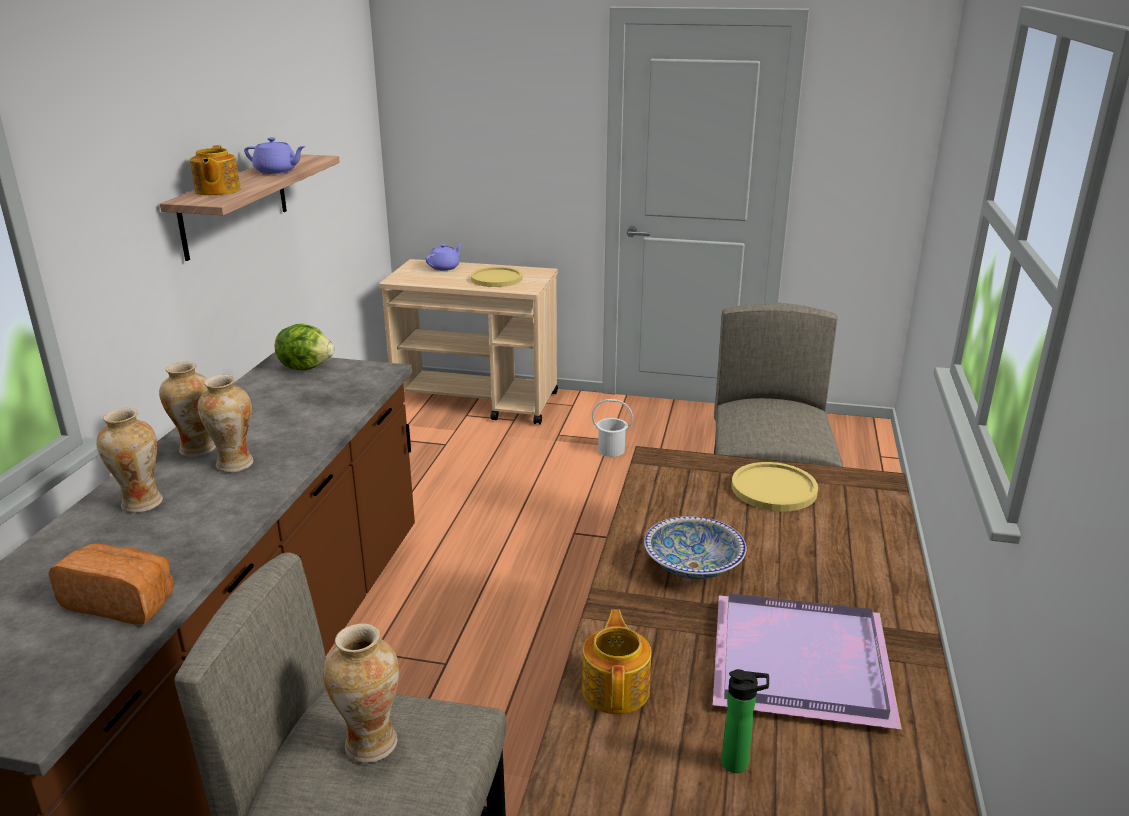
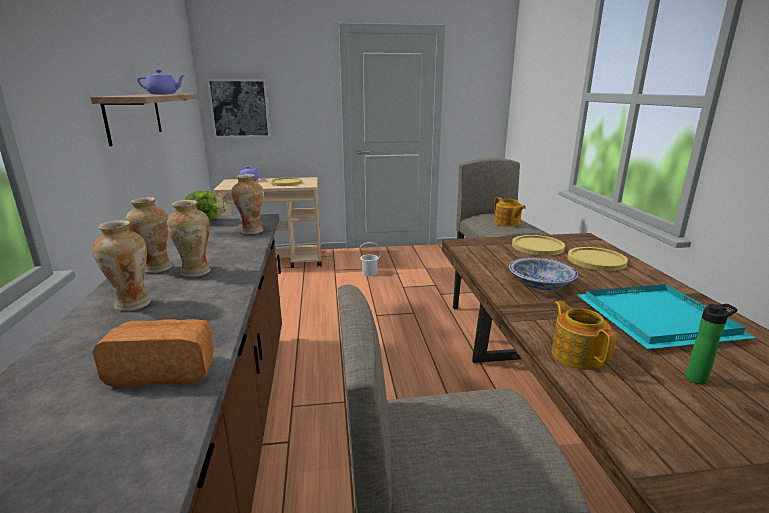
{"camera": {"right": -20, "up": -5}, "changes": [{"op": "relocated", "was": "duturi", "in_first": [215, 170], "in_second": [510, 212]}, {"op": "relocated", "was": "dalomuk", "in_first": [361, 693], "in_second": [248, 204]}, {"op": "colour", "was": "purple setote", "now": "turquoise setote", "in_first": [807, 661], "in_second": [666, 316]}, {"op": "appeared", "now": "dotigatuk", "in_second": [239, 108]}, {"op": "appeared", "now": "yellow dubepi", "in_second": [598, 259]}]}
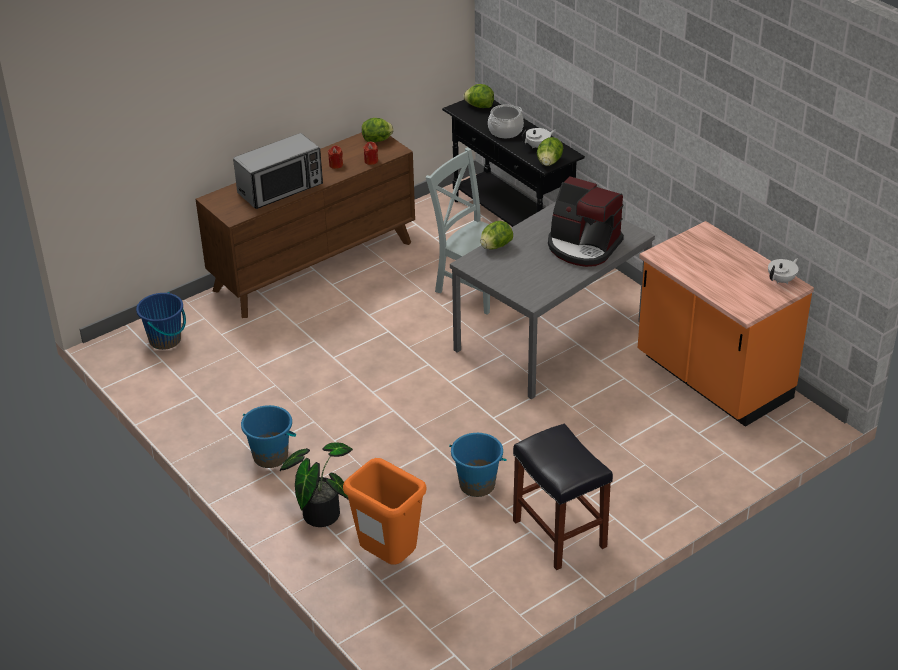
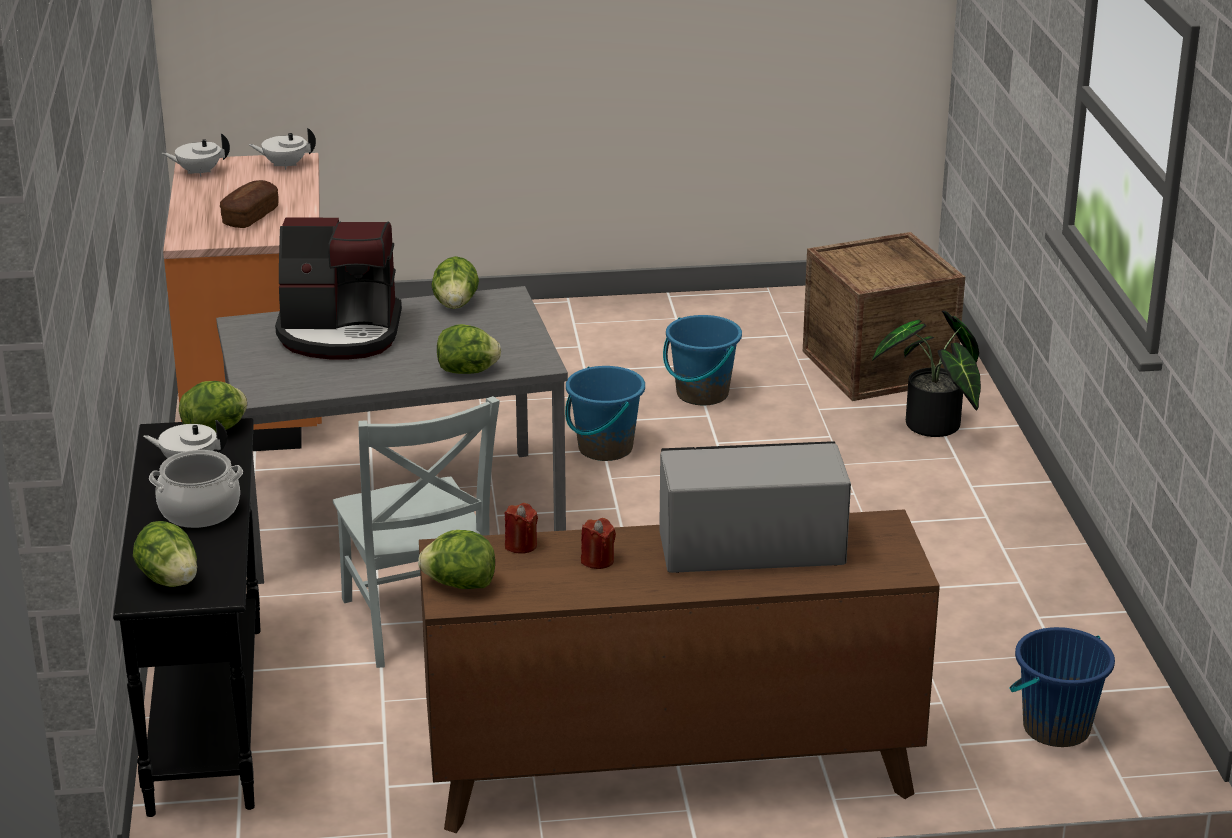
{"camera": {"right": -150, "up": -10}, "changes": [{"op": "relocated", "was": "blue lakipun", "in_first": [268, 436], "in_second": [605, 413]}, {"op": "exchanged", "was": "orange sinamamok", "now": "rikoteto", "in_first": [385, 511], "in_second": [884, 316]}, {"op": "missing", "was": "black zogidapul", "in_first": [563, 496]}, {"op": "spun", "was": "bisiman", "in_first": [586, 221], "in_second": [338, 289], "clockwise": 120}, {"op": "appeared", "now": "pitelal", "in_second": [249, 204]}, {"op": "appeared", "now": "white duturi", "in_second": [282, 149]}, {"op": "appeared", "now": "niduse", "in_second": [455, 282]}]}
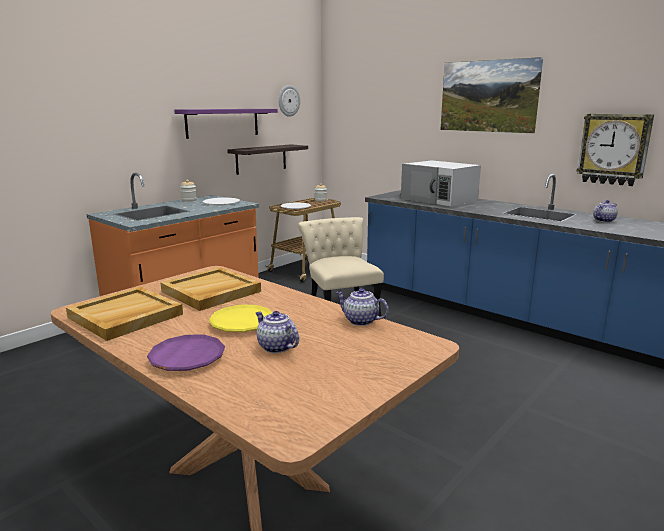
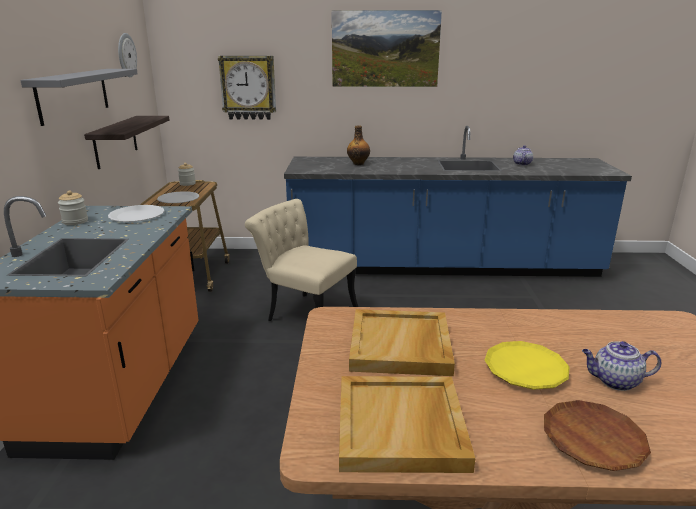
{"camera": {"right": -40, "up": 5}, "changes": [{"op": "colour", "was": "purple dubepi", "now": "brown dubepi", "in_first": [186, 353], "in_second": [597, 435]}, {"op": "colour", "was": "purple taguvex", "now": "grey taguvex", "in_first": [226, 124], "in_second": [79, 97]}, {"op": "missing", "was": "duturi", "in_first": [362, 307]}, {"op": "exchanged", "was": "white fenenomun", "now": "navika", "in_first": [441, 183], "in_second": [358, 145]}, {"op": "relocated", "was": "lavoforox", "in_first": [615, 150], "in_second": [247, 88]}]}
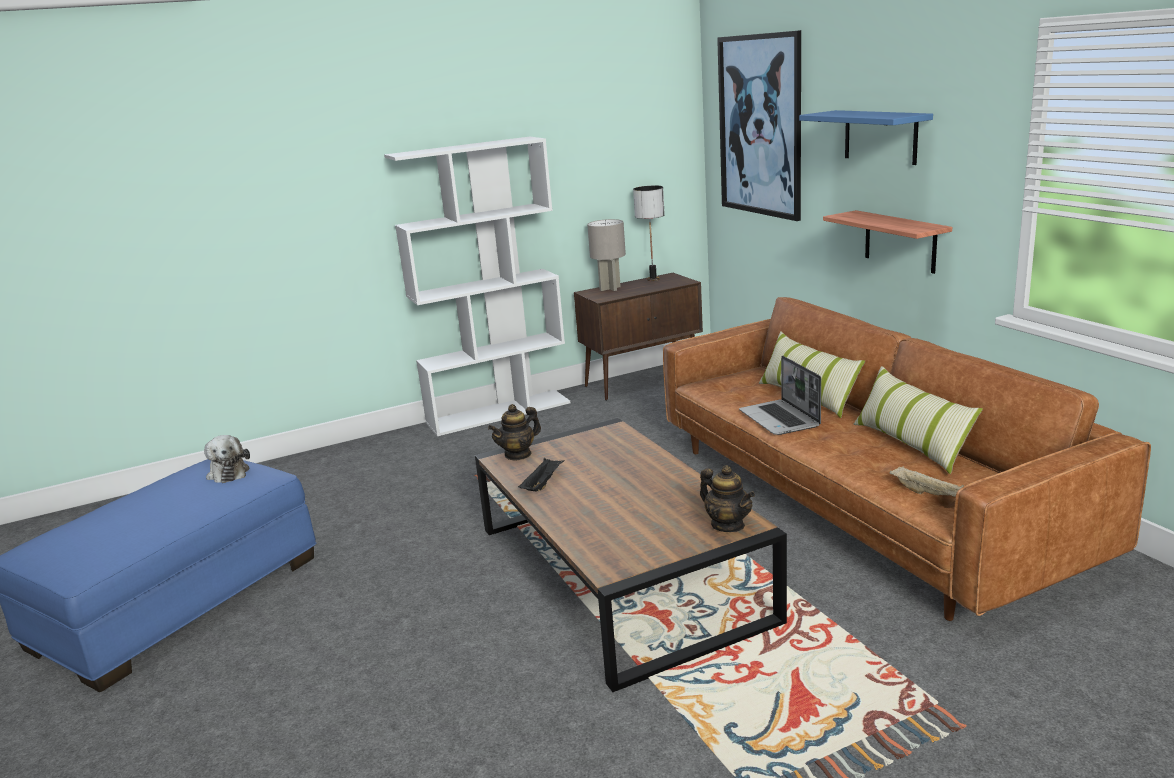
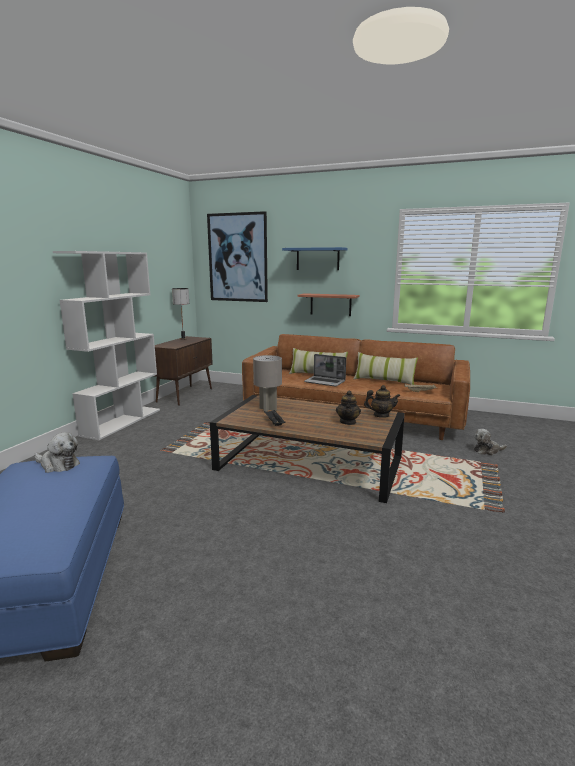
{"camera": {"right": -45, "up": -5}, "changes": [{"op": "relocated", "was": "duturi", "in_first": [514, 432], "in_second": [348, 408]}, {"op": "relocated", "was": "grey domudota", "in_first": [606, 255], "in_second": [267, 383]}, {"op": "appeared", "now": "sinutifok", "in_second": [490, 442]}]}
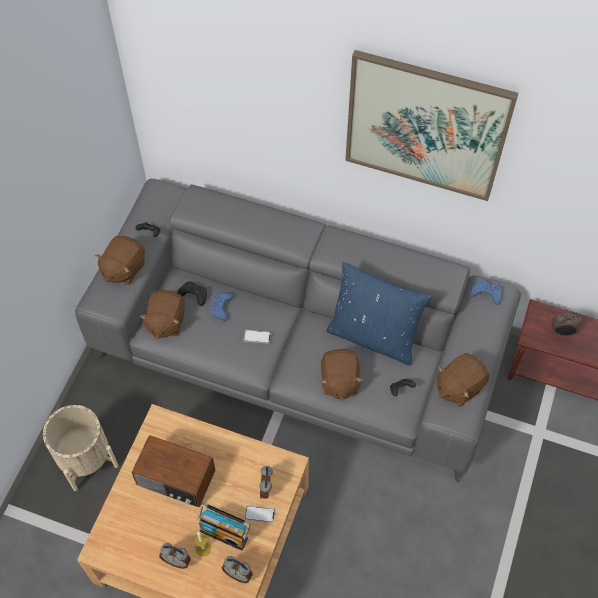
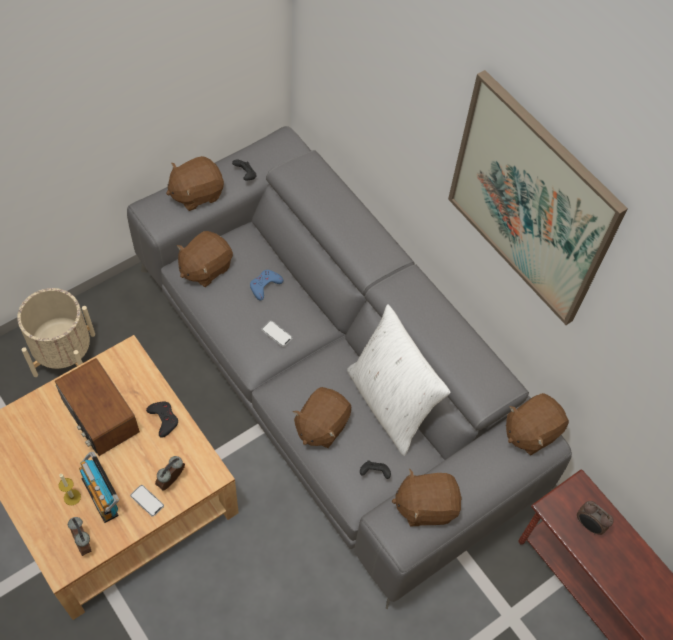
{"camera": {"right": 30, "up": 0}, "changes": [{"op": "missing", "was": "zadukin", "in_first": [175, 556]}, {"op": "relocated", "was": "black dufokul", "in_first": [192, 294], "in_second": [162, 419]}, {"op": "colour", "was": "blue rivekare", "now": "white rivekare", "in_first": [378, 314], "in_second": [398, 380]}, {"op": "exchanged", "was": "blue dufokul", "now": "brown sinutifok", "in_first": [486, 292], "in_second": [537, 424]}]}
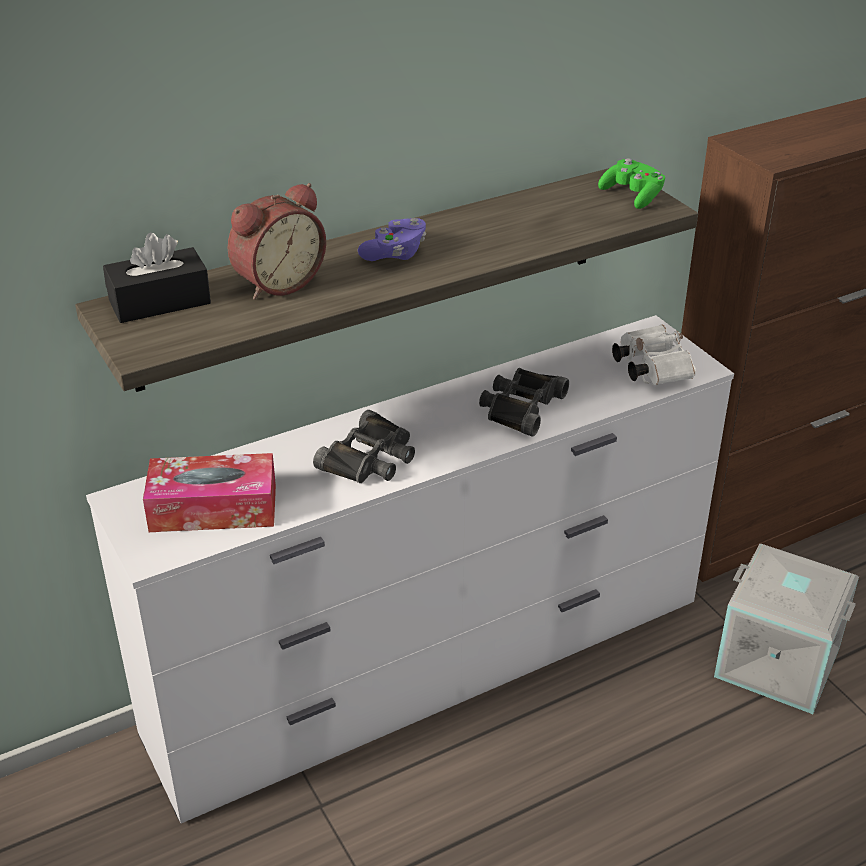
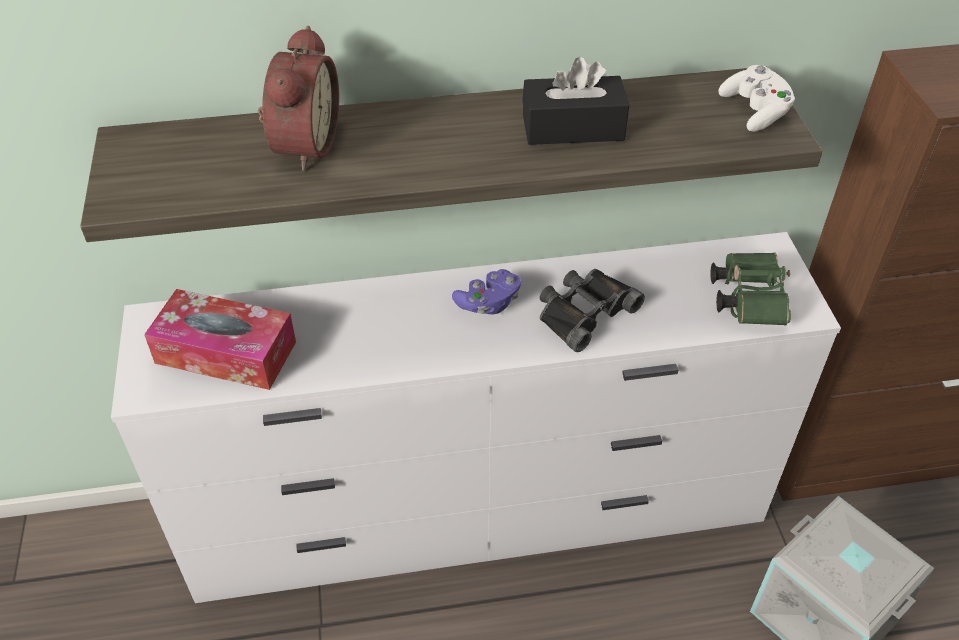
{"camera": {"right": 20, "up": 10}, "changes": [{"op": "relocated", "was": "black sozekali", "in_first": [157, 278], "in_second": [576, 101]}, {"op": "spun", "was": "zadukin", "in_first": [277, 241], "in_second": [298, 98], "clockwise": -60}, {"op": "missing", "was": "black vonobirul", "in_first": [364, 446]}, {"op": "relocated", "was": "purple dufokul", "in_first": [392, 239], "in_second": [486, 291]}, {"op": "colour", "was": "green dufokul", "now": "white dufokul", "in_first": [631, 183], "in_second": [757, 98]}, {"op": "colour", "was": "white vonobirul", "now": "green vonobirul", "in_first": [654, 355], "in_second": [750, 289]}]}
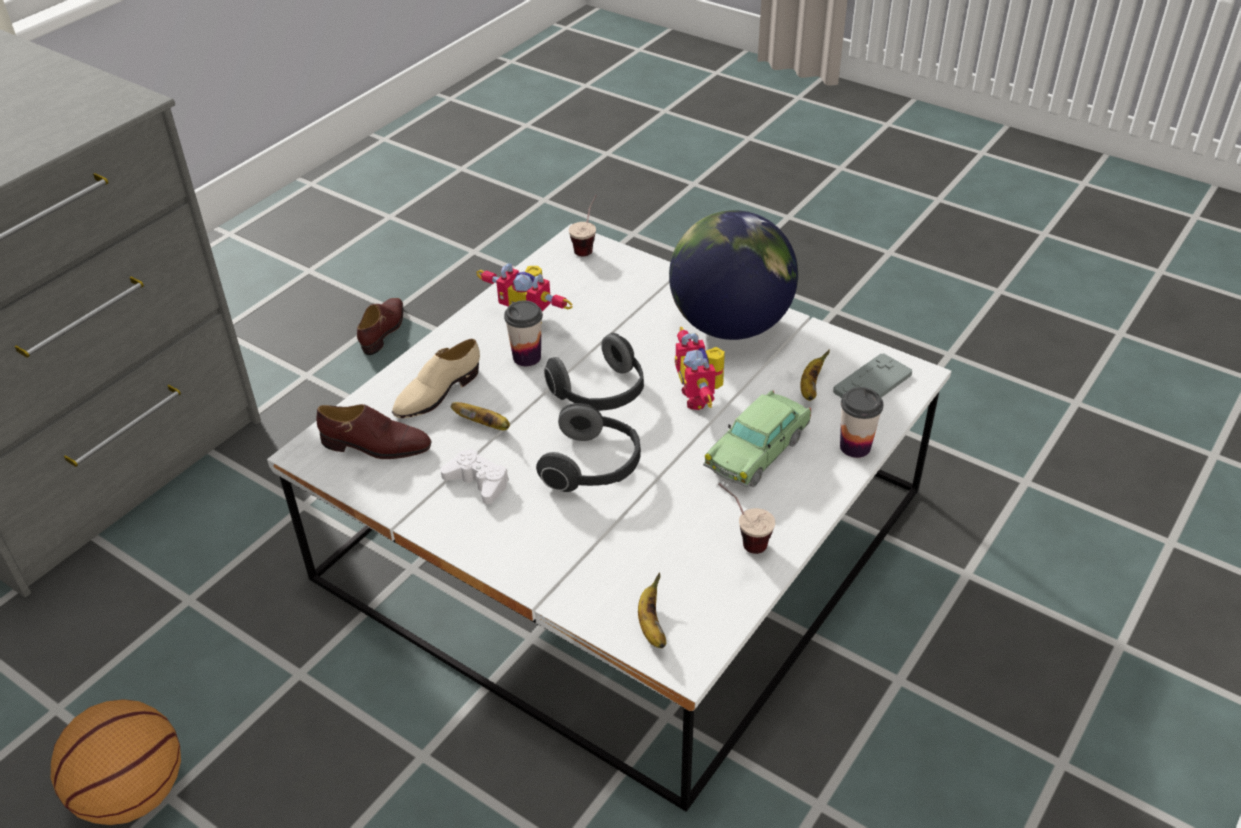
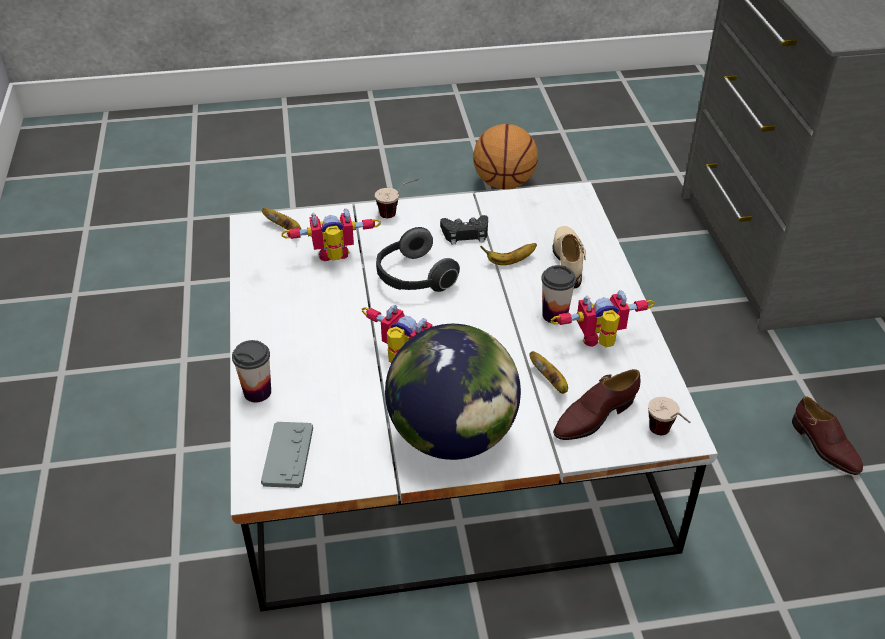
{"camera": {"right": 135, "up": 0}, "changes": [{"op": "relocated", "was": "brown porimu", "in_first": [373, 431], "in_second": [596, 404]}, {"op": "colour", "was": "white dufokul", "now": "black dufokul", "in_first": [474, 476], "in_second": [464, 229]}, {"op": "missing", "was": "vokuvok", "in_first": [594, 372]}, {"op": "missing", "was": "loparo", "in_first": [757, 439]}, {"op": "relocated", "was": "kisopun", "in_first": [746, 518], "in_second": [397, 198]}, {"op": "relocated", "was": "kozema", "in_first": [815, 375], "in_second": [548, 372]}, {"op": "appeared", "now": "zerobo", "in_second": [331, 234]}]}
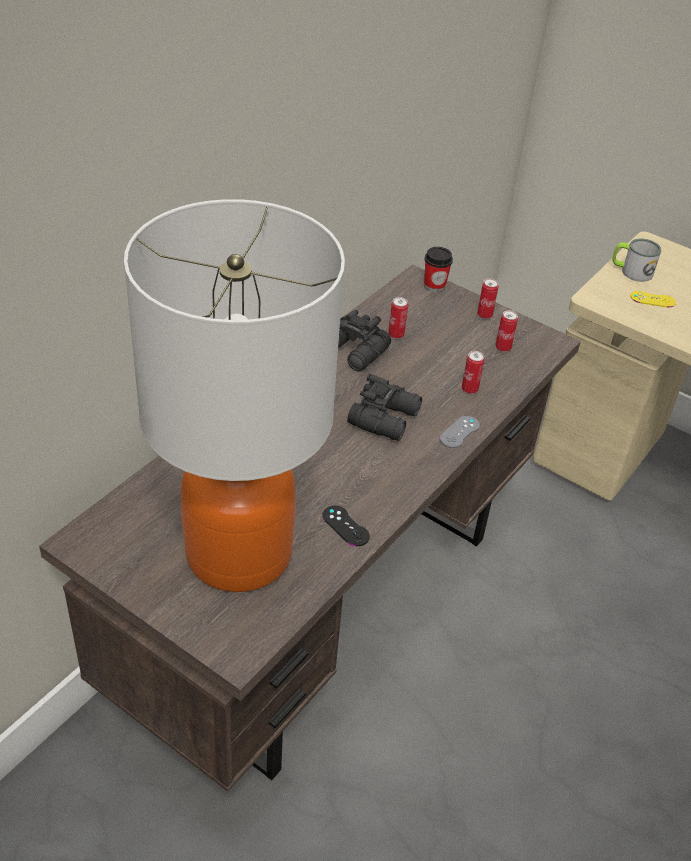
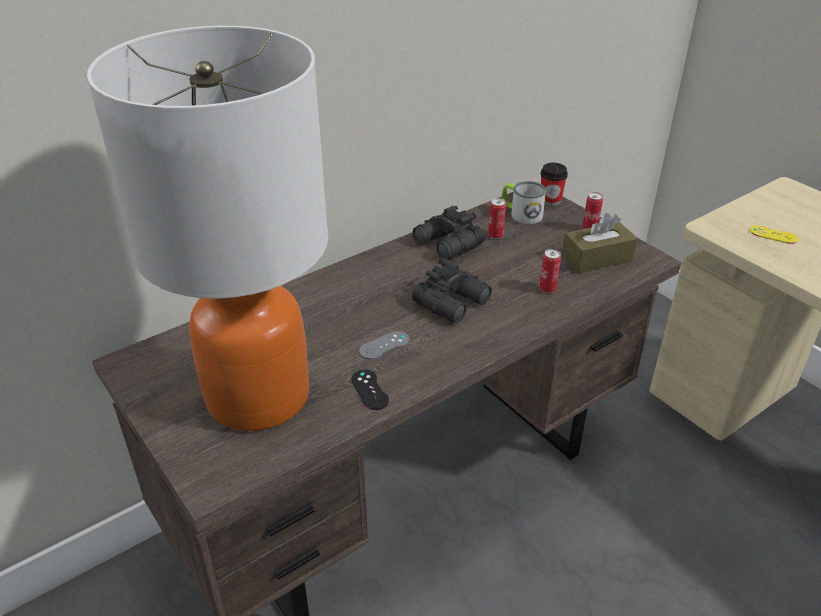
{"camera": {"right": 20, "up": -5}, "changes": [{"op": "relocated", "was": "grey dufokul", "in_first": [460, 432], "in_second": [384, 345]}, {"op": "exchanged", "was": "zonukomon", "now": "brown sozekali", "in_first": [506, 331], "in_second": [600, 243]}, {"op": "relocated", "was": "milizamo", "in_first": [637, 260], "in_second": [524, 202]}]}
